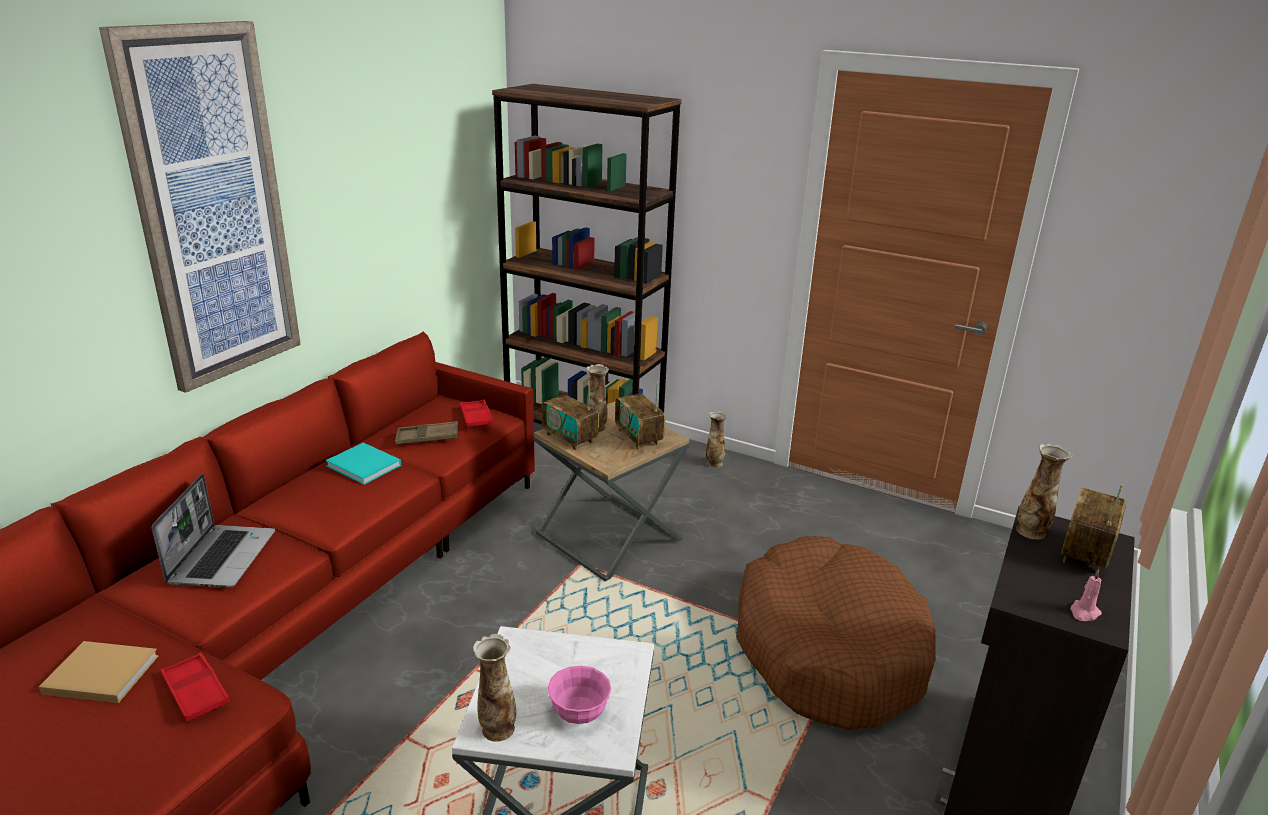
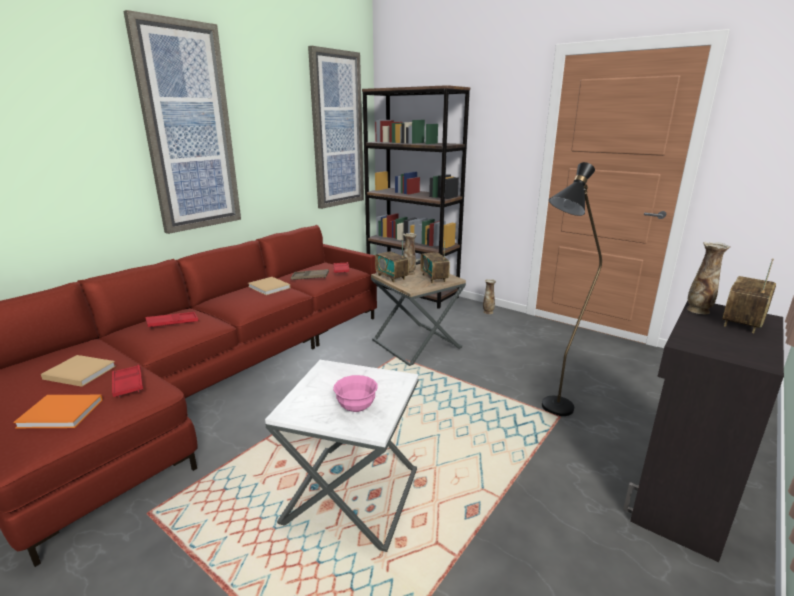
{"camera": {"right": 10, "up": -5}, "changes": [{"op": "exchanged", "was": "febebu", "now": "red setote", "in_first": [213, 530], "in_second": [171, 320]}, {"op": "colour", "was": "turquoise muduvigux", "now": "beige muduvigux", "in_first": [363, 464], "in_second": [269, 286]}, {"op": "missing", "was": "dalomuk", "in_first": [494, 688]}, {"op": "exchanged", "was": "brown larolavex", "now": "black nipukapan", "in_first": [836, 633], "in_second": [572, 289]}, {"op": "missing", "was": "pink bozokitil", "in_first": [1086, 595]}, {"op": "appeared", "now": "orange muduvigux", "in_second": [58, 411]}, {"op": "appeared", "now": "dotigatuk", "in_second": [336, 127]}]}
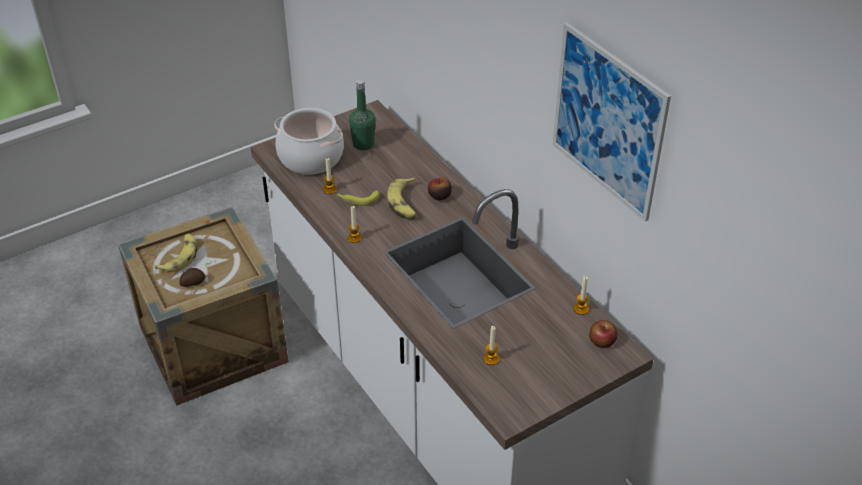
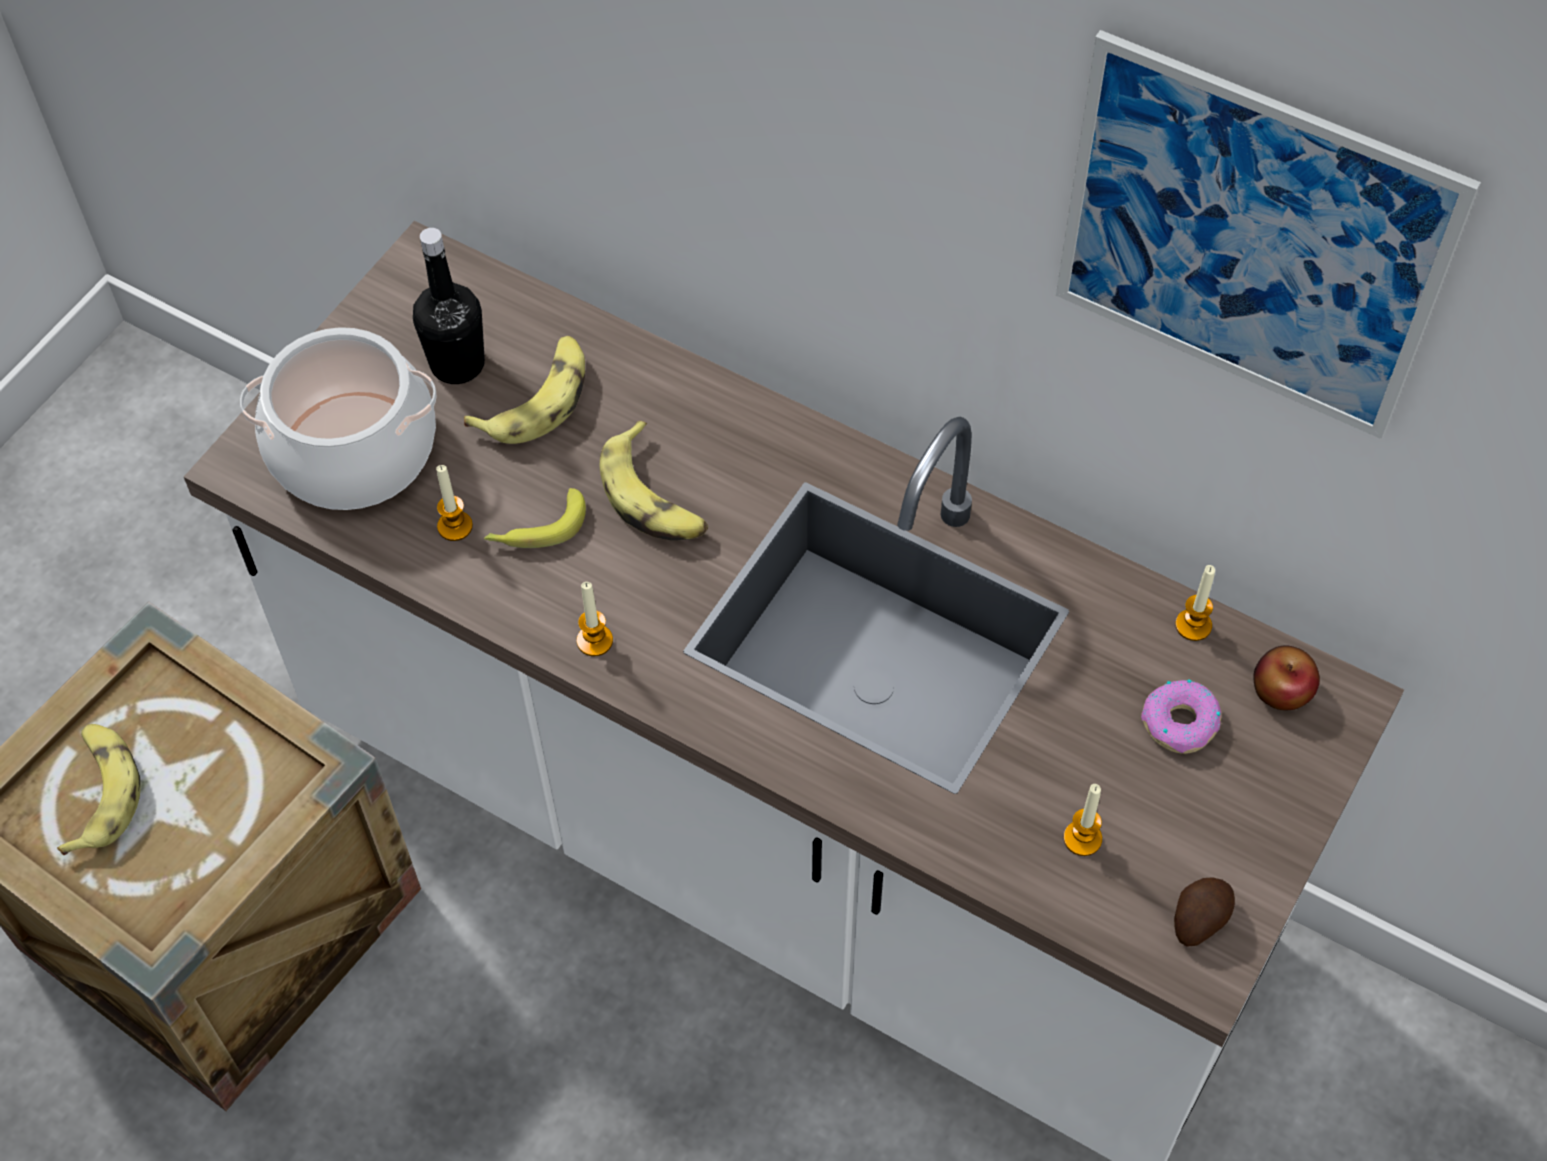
{"camera": {"right": -25, "up": 15}, "changes": [{"op": "relocated", "was": "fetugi", "in_first": [192, 277], "in_second": [1204, 912]}, {"op": "colour", "was": "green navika", "now": "black navika", "in_first": [362, 114], "in_second": [449, 306]}, {"op": "missing", "was": "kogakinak", "in_first": [440, 188]}, {"op": "appeared", "now": "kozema", "in_second": [524, 390]}, {"op": "appeared", "now": "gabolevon", "in_second": [1181, 717]}]}
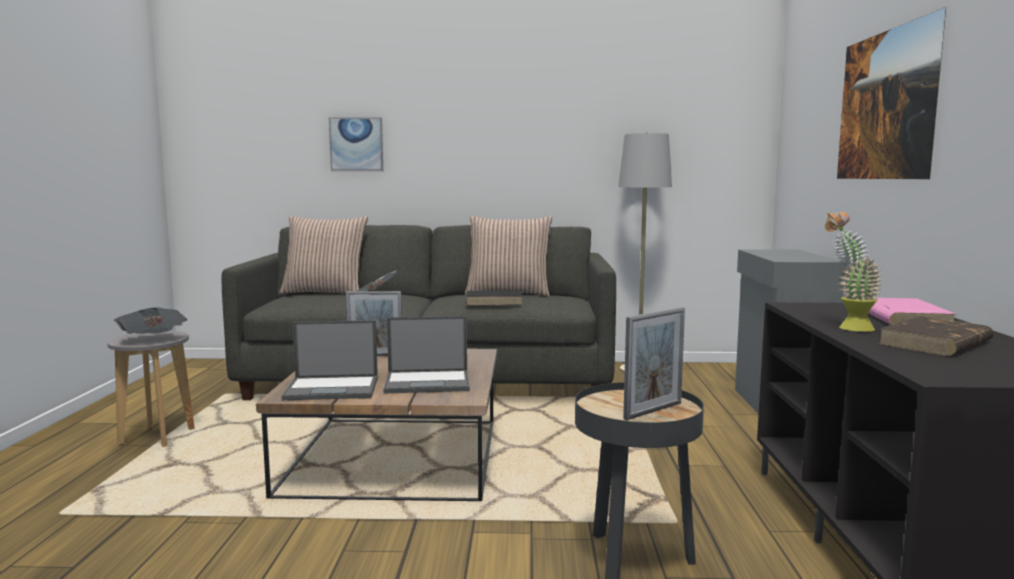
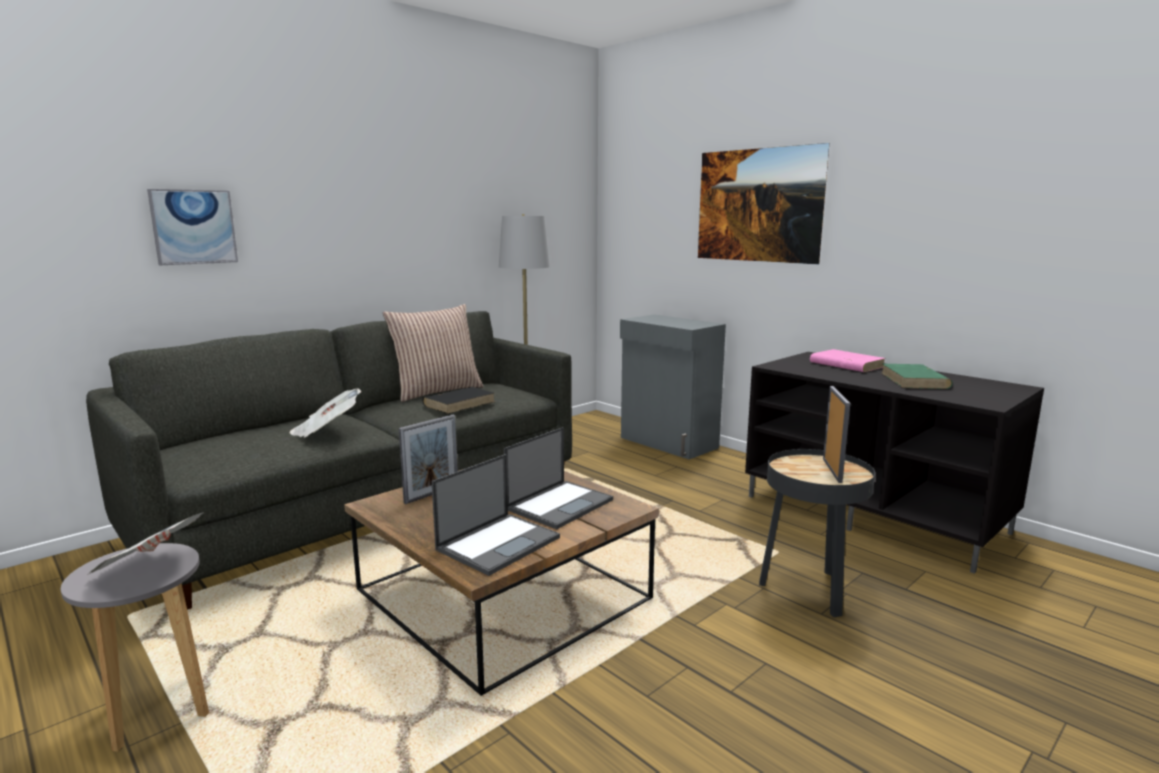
{"camera": {"right": -45, "up": 5}, "changes": [{"op": "missing", "was": "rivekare", "in_first": [323, 255]}, {"op": "missing", "was": "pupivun", "in_first": [853, 272]}, {"op": "colour", "was": "brown muduvigux", "now": "green muduvigux", "in_first": [936, 336], "in_second": [917, 376]}]}
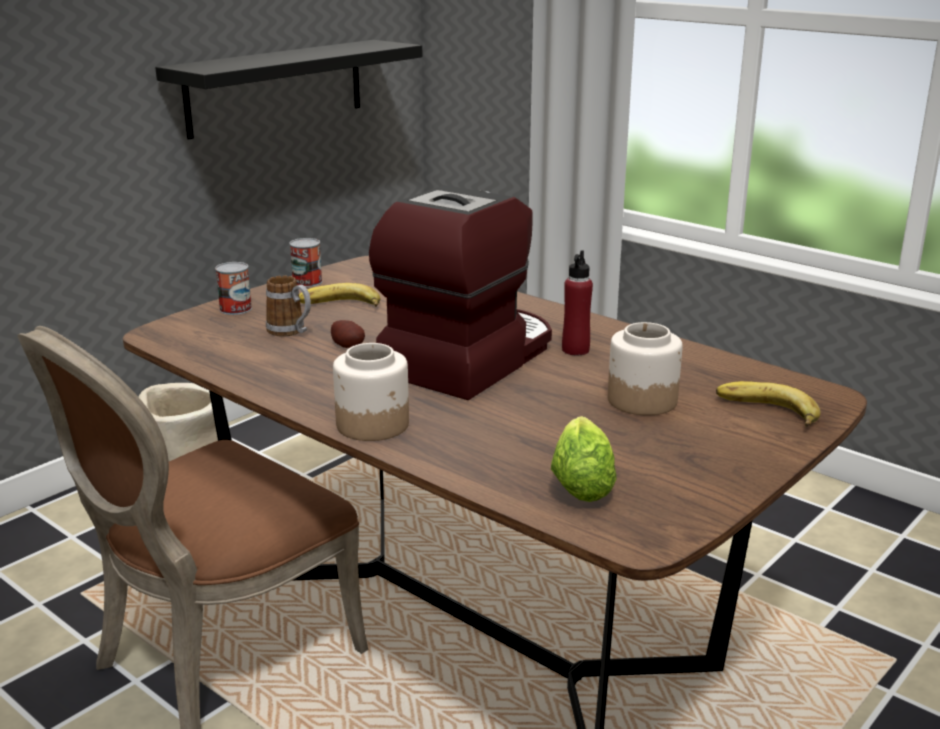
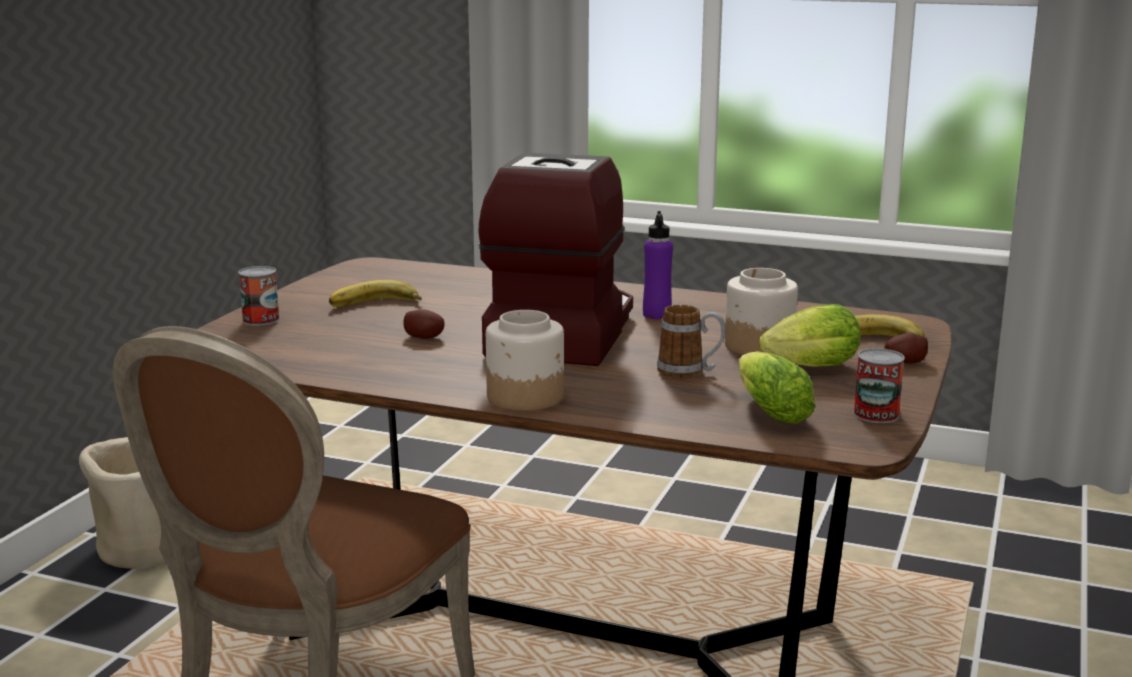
{"camera": {"right": -20, "up": -5}, "changes": [{"op": "missing", "was": "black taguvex", "in_first": [289, 89]}, {"op": "relocated", "was": "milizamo", "in_first": [288, 305], "in_second": [691, 342]}, {"op": "relocated", "was": "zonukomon", "in_first": [306, 262], "in_second": [879, 385]}, {"op": "colour", "was": "red navika", "now": "purple navika", "in_first": [577, 302], "in_second": [658, 265]}, {"op": "appeared", "now": "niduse", "in_second": [810, 335]}, {"op": "appeared", "now": "fetugi", "in_second": [906, 348]}]}
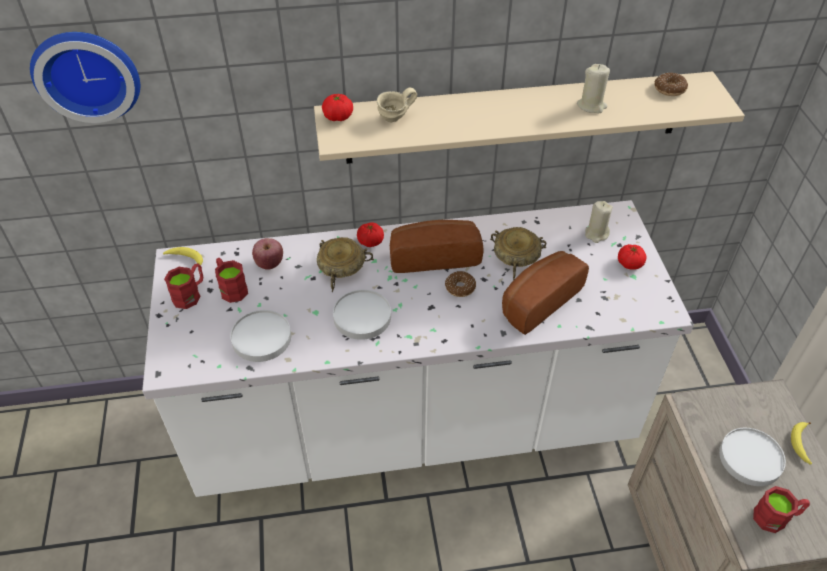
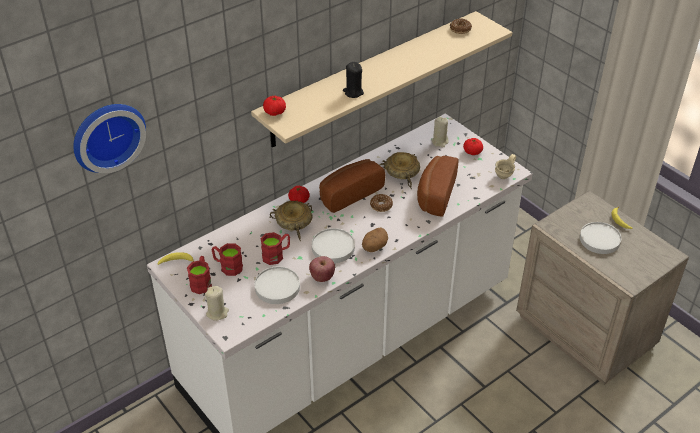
{"camera": {"right": -30, "up": -5}, "changes": [{"op": "relocated", "was": "kogakinak", "in_first": [267, 254], "in_second": [322, 269]}, {"op": "relocated", "was": "beige milizamo", "in_first": [397, 105], "in_second": [505, 166]}, {"op": "relocated", "was": "beige bozokitil", "in_first": [593, 88], "in_second": [217, 303]}, {"op": "relocated", "was": "red milizamo", "in_first": [781, 509], "in_second": [275, 248]}, {"op": "appeared", "now": "black bozokitil", "in_second": [353, 80]}, {"op": "appeared", "now": "fetugi", "in_second": [375, 239]}]}
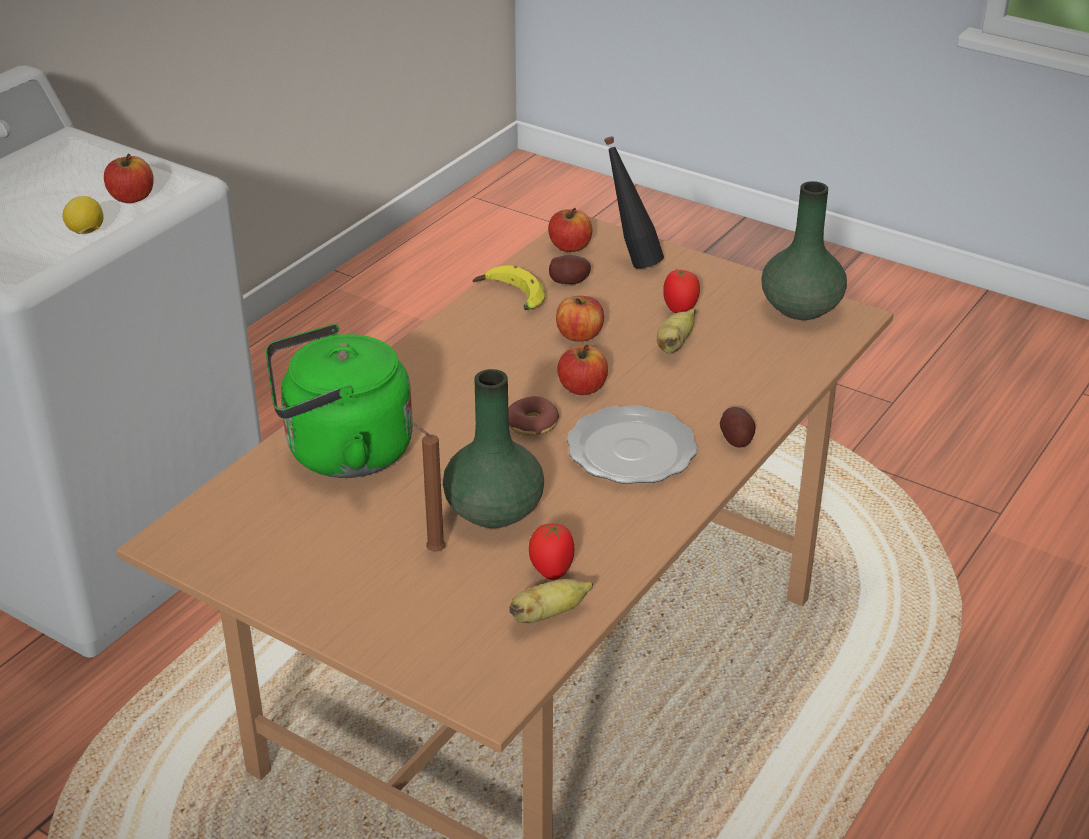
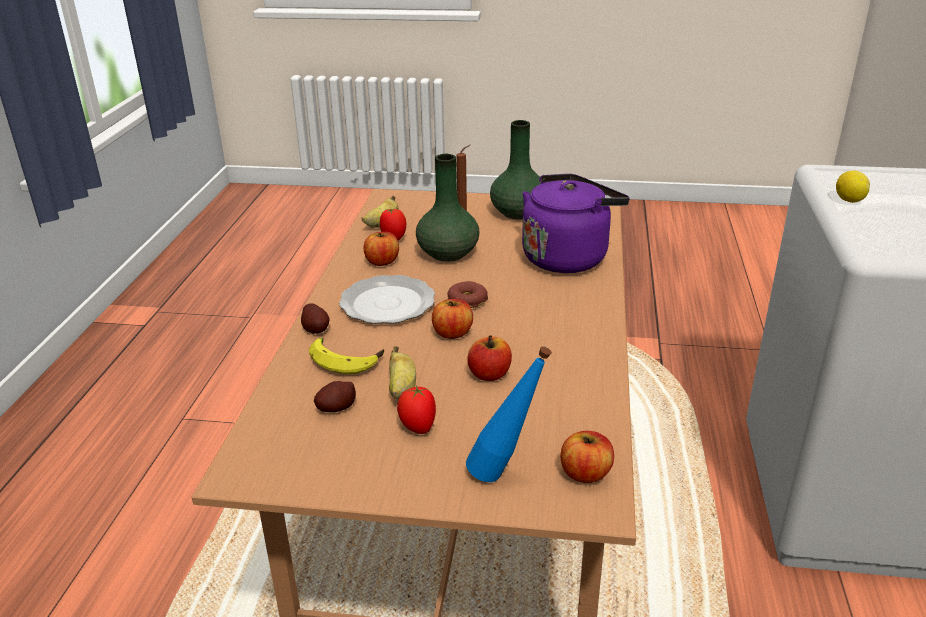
{"camera": {"right": 155, "up": -5}, "changes": [{"op": "relocated", "was": "kogakinak", "in_first": [129, 178], "in_second": [381, 249]}, {"op": "colour", "was": "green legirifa", "now": "purple legirifa", "in_first": [339, 401], "in_second": [576, 223]}, {"op": "relocated", "was": "kozema", "in_first": [509, 287], "in_second": [346, 356]}, {"op": "relocated", "was": "fetugi", "in_first": [570, 269], "in_second": [335, 396]}, {"op": "colour", "was": "black navika", "now": "blue navika", "in_first": [634, 202], "in_second": [509, 414]}, {"op": "relocated", "was": "green dalomuk", "in_first": [804, 250], "in_second": [515, 170]}]}
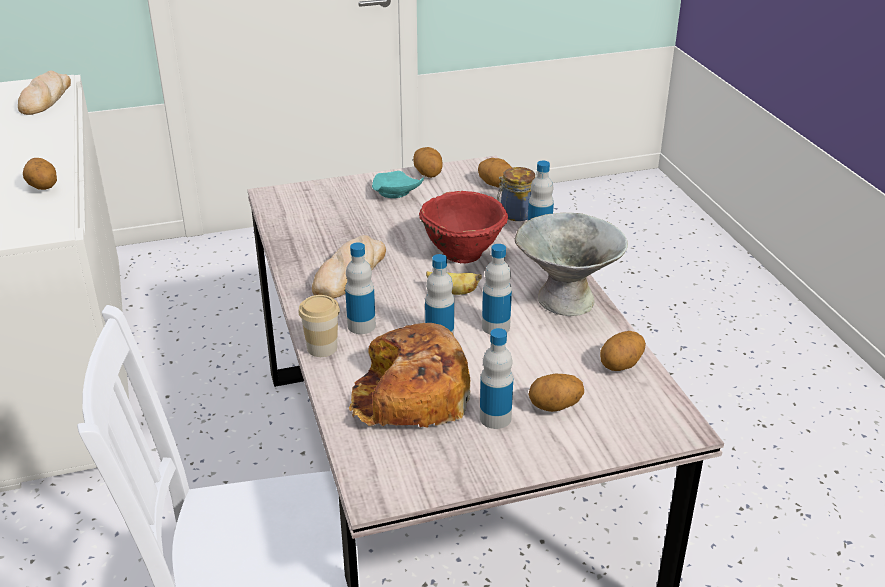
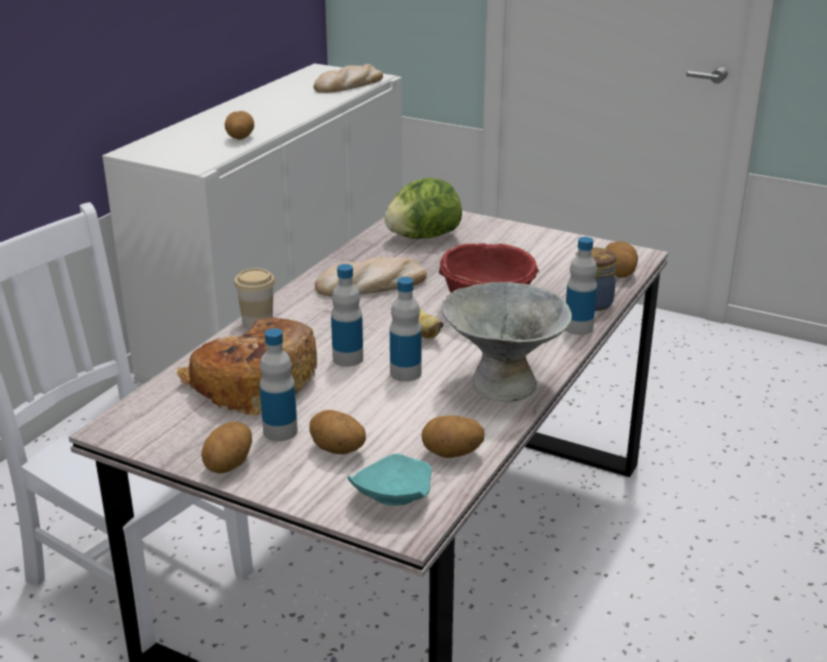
{"camera": {"right": 45, "up": -5}, "changes": [{"op": "missing", "was": "navika", "in_first": [360, 288]}, {"op": "relocated", "was": "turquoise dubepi", "in_first": [398, 184], "in_second": [390, 479]}, {"op": "relocated", "was": "fetugi", "in_first": [428, 162], "in_second": [226, 448]}, {"op": "appeared", "now": "niduse", "in_second": [423, 208]}]}
